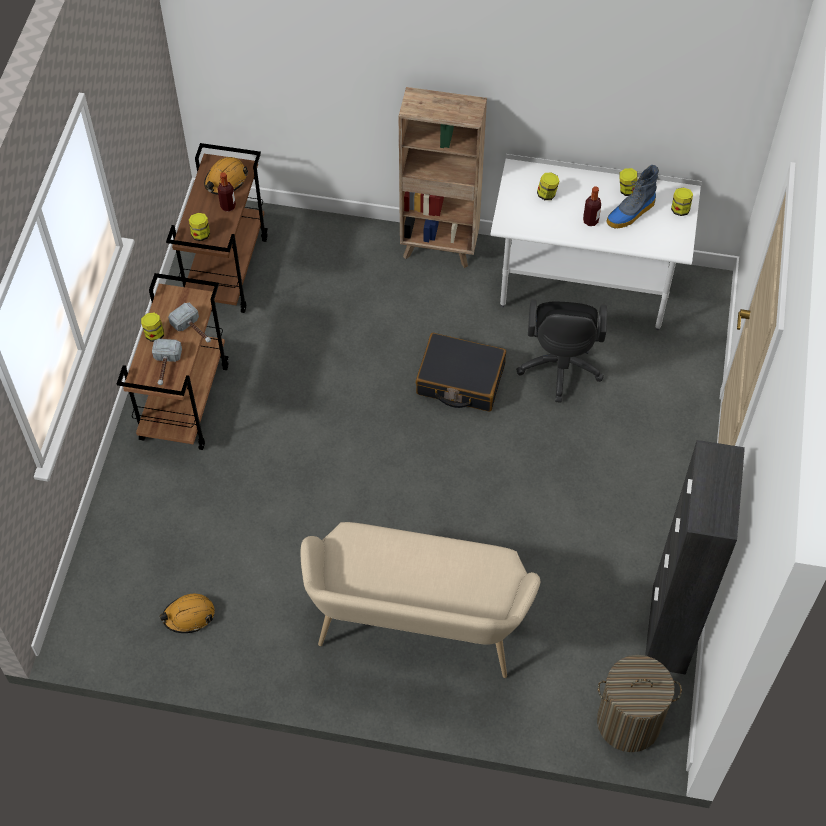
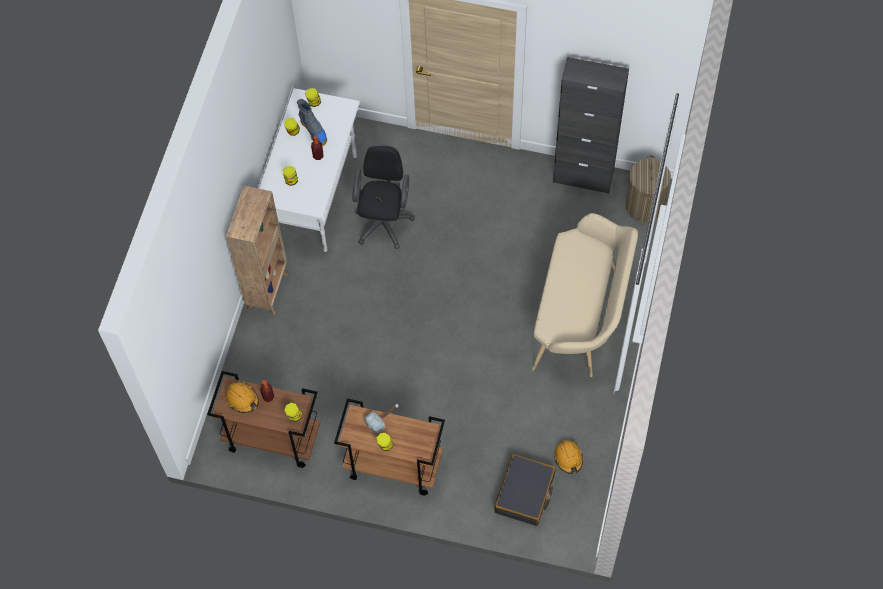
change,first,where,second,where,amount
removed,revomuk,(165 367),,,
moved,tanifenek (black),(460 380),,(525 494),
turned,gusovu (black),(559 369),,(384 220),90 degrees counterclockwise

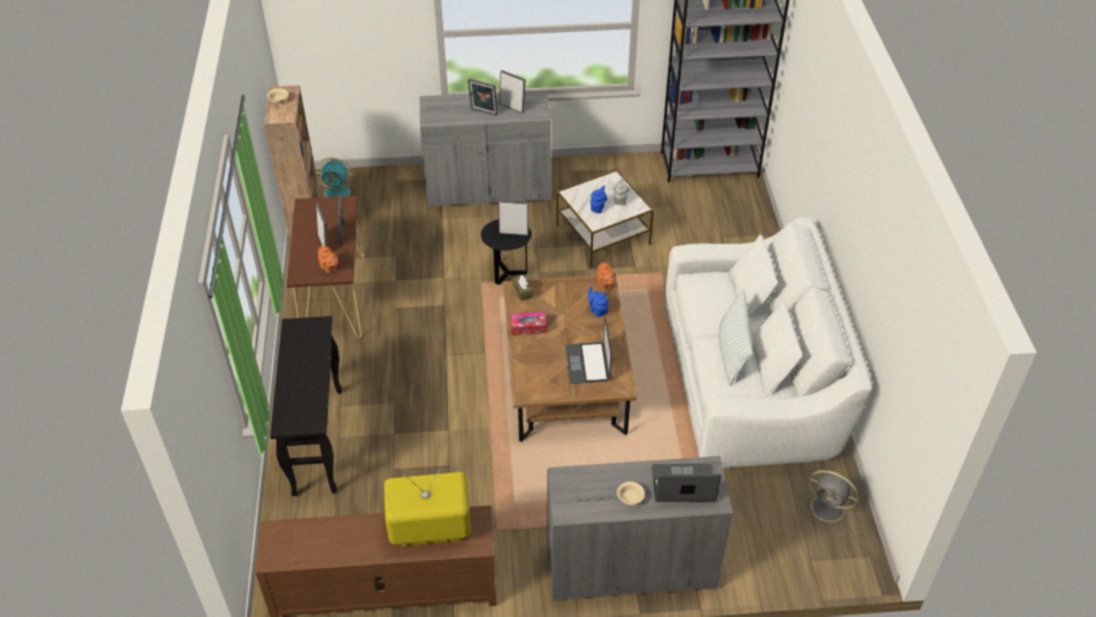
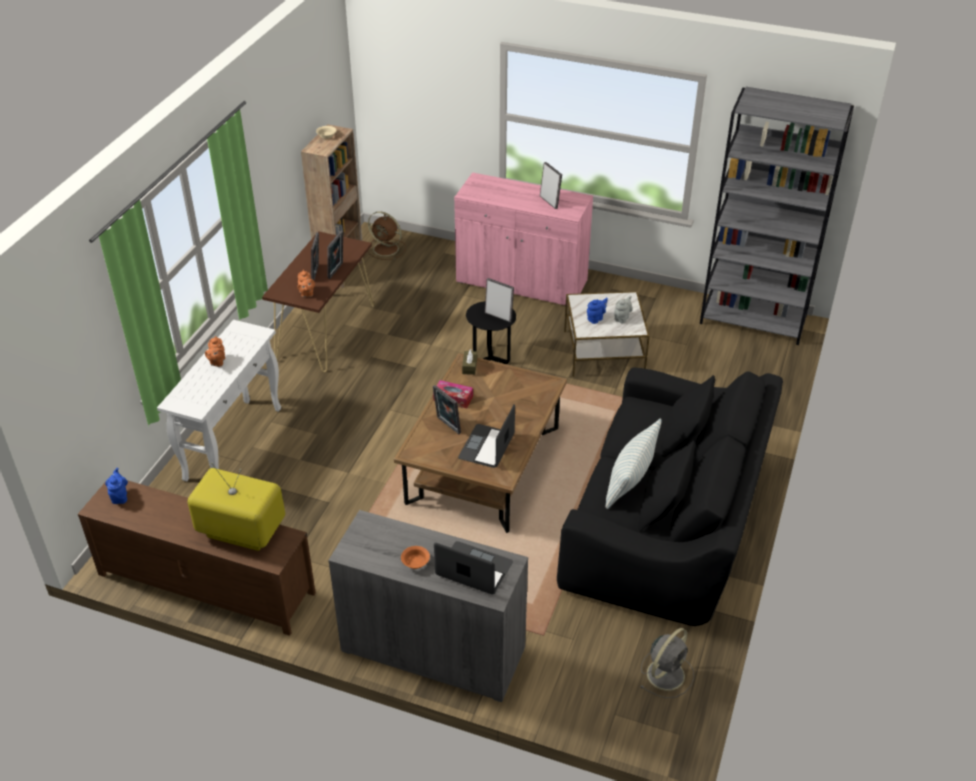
change,first,where,second,where,amount
recoloured,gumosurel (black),(317 440),gumosurel (white),(233 443),
recoloured,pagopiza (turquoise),(338 193),pagopiza (brown),(387 249),
recoloured,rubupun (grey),(488 189),rubupun (pink),(521 282),
moved,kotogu,(483 112),,(447 426),
moved,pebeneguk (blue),(597 310),,(119 496),
moved,pebeneguk (orange),(605 285),,(217 362),
recoloured,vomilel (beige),(630 498),vomilel (orange),(415 562),
recoloured,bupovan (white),(751 378),bupovan (black),(666 525),
turned,pagopiza (grey),(829 509),,(666 673),105 degrees counterclockwise

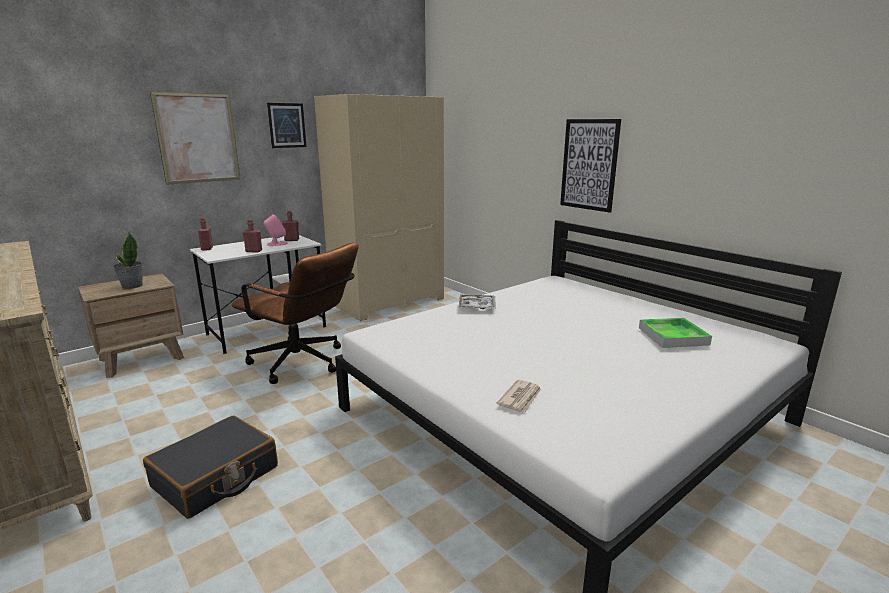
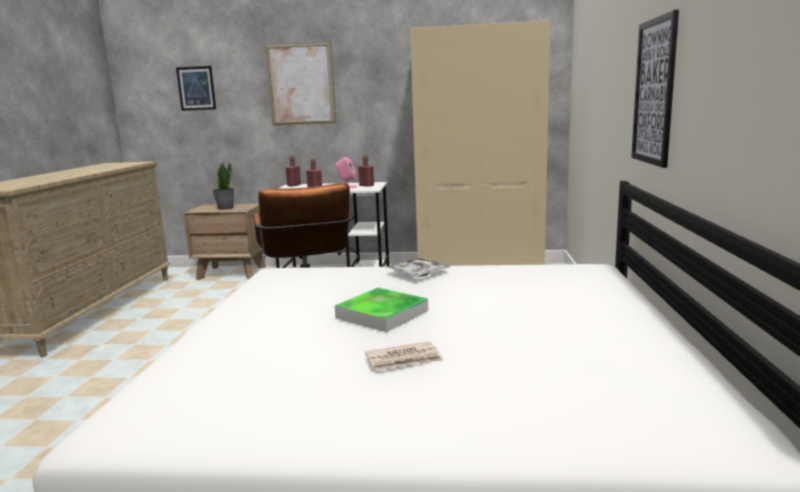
change,first,where,second,where,amount
removed,tanifenek (black),(216 477),,,
moved,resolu,(287 125),,(196 88),
moved,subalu,(521 398),,(404 360),
moved,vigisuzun,(673 336),,(382 314),

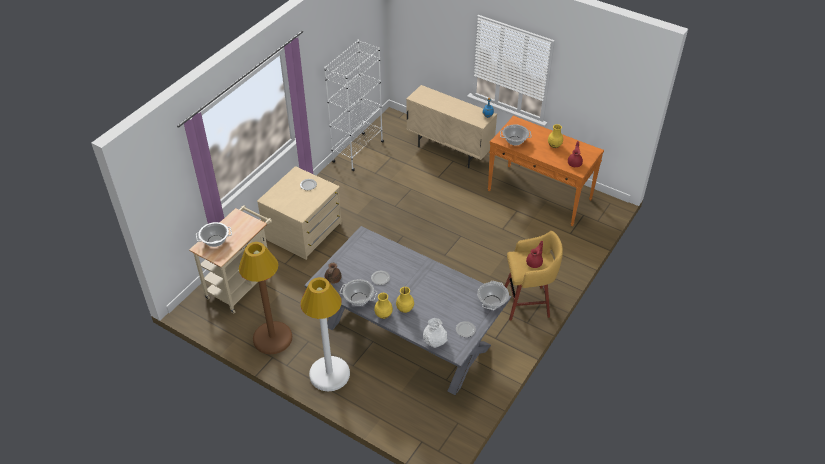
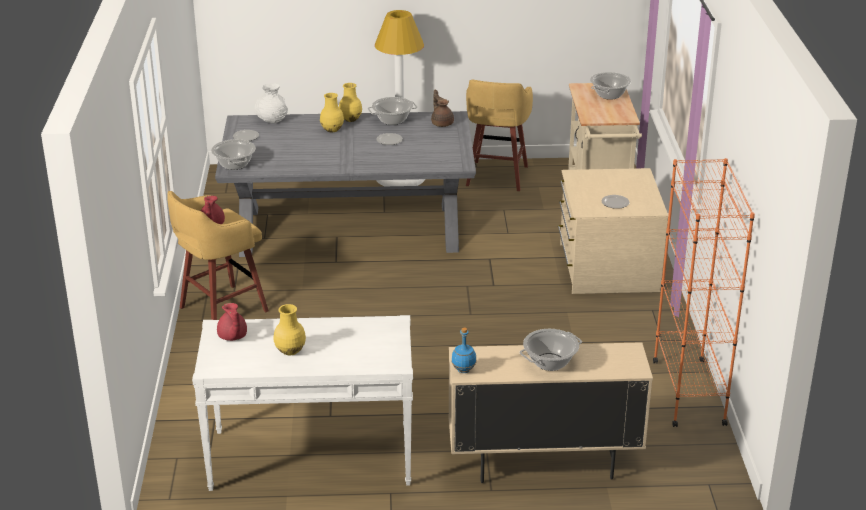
change,first,where,second,where,amount
replaced,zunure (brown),(272 338),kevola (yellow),(496 177),
recoloured,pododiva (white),(358 152),pododiva (orange),(688 392),
recoloured,gumosurel (orange),(540 195),gumosurel (white),(310 458),
moved,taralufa,(514 141),,(550 362),

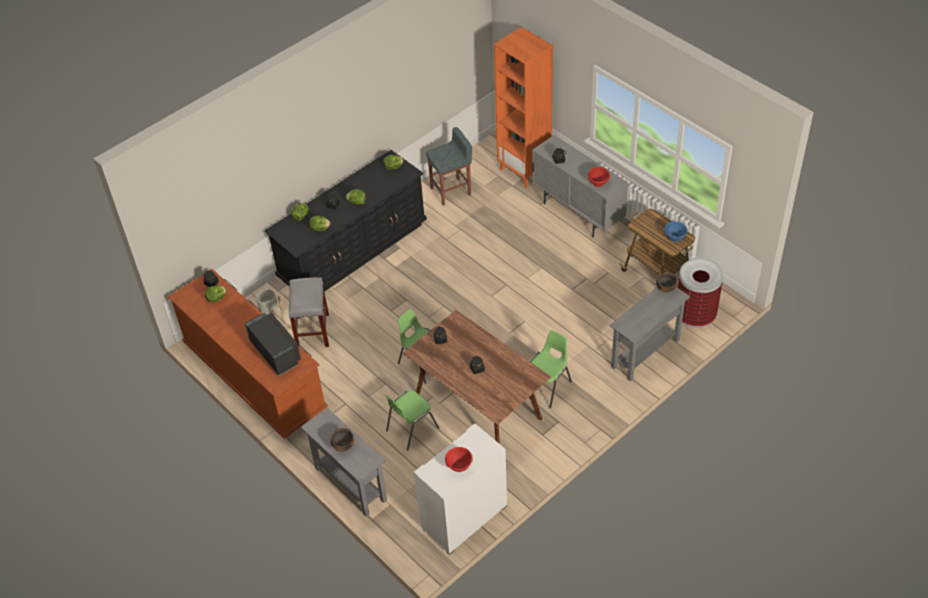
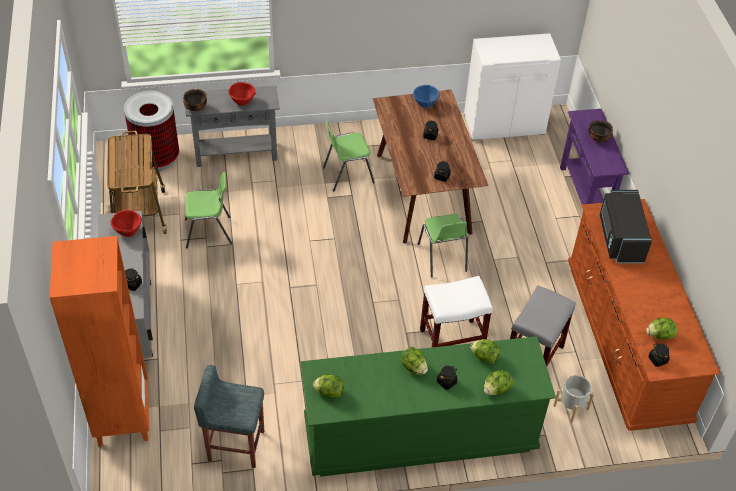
change,first,where,second,where,amount
recoloured,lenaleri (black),(353 250),lenaleri (green),(420 434),
recoloured,gumosurel (grey),(350 484),gumosurel (purple),(584 194),
moved,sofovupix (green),(411 429),,(209 232),
moved,vomilel (red),(459 466),,(242 101),
moved,vomilel (blue),(674 238),,(425 104),
added,,,kevola (white),(452 340),

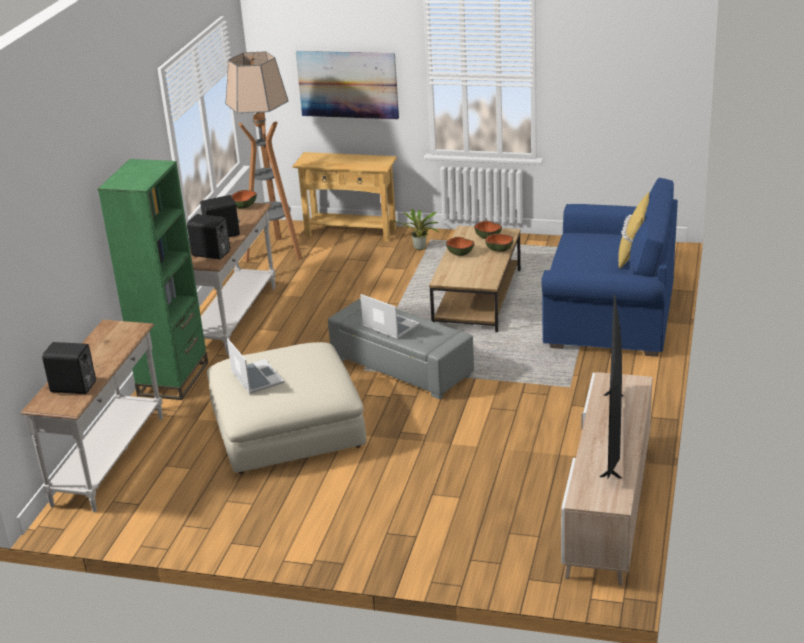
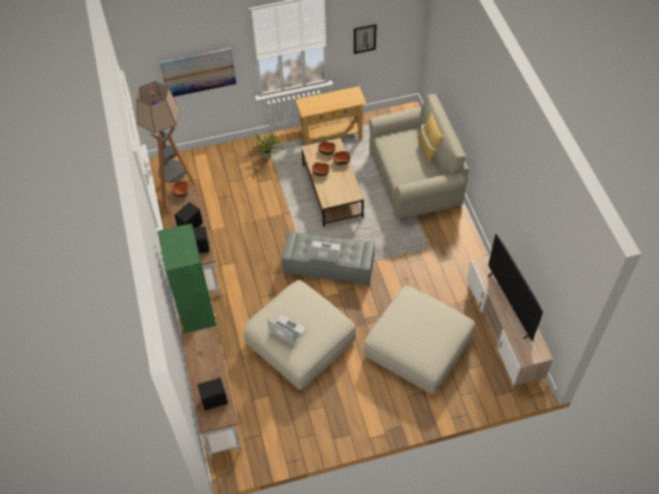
change,first,where,second,where,amount
moved,gumosurel (beige),(350 232),,(331 138),
recoloured,bupovan (blue),(610 314),bupovan (beige),(414 180),
added,,,resolu,(364 38),
added,,,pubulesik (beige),(418 347),

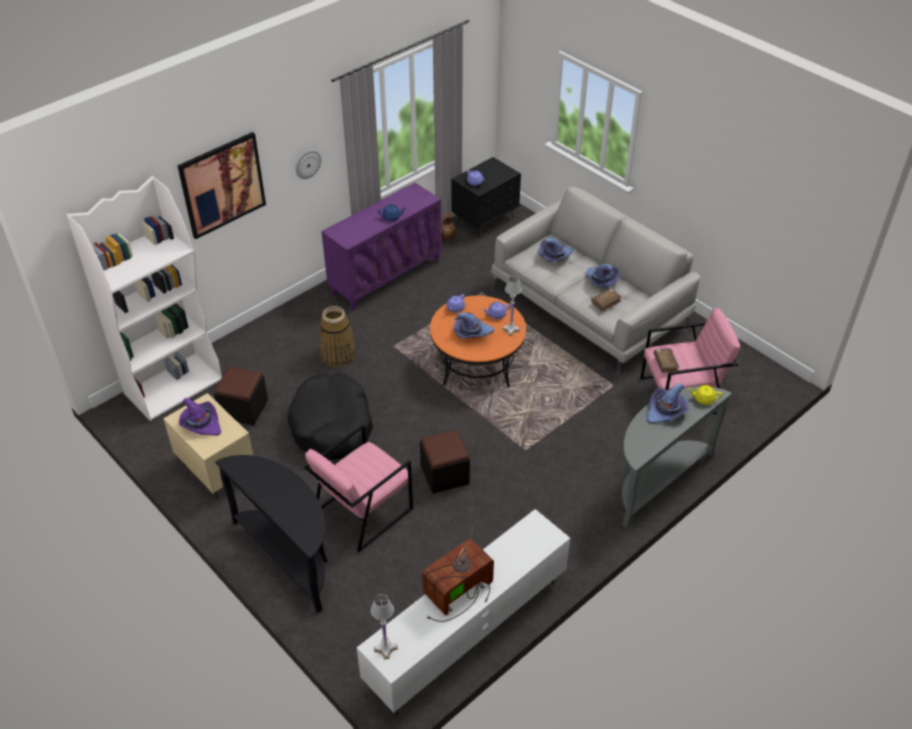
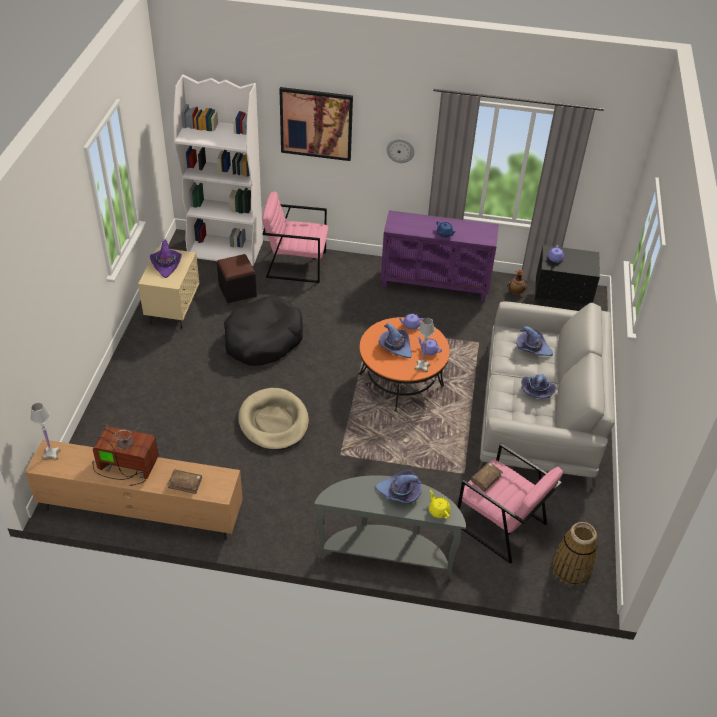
change,first,where,second,where,amount
removed,gumosurel (black),(290 555),,,
moved,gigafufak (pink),(362 510),,(296 264),
moved,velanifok,(338 355),,(571 568),
recoloured,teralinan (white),(467 632),teralinan (brown),(141 511),
replaced,pubulesik (black),(444 474),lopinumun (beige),(274 422),
moved,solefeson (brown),(605 302),,(185 484),

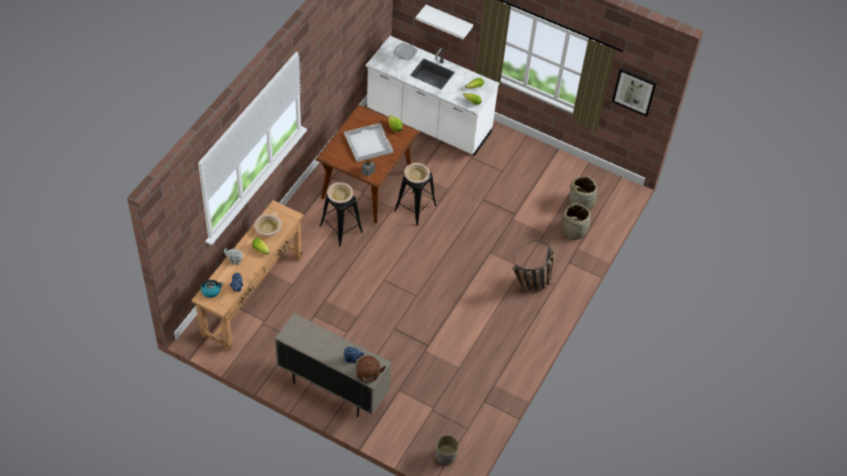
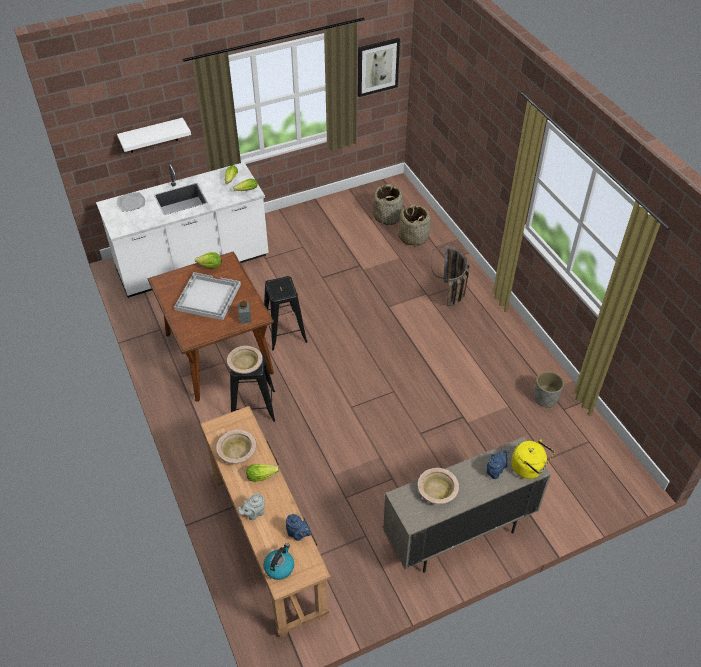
change,first,where,second,where,amount
recoloured,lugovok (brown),(368 375),lugovok (yellow),(529 468),
moved,vomilel (beige),(416 176),,(437 490),
moved,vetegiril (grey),(445 456),,(545 398),

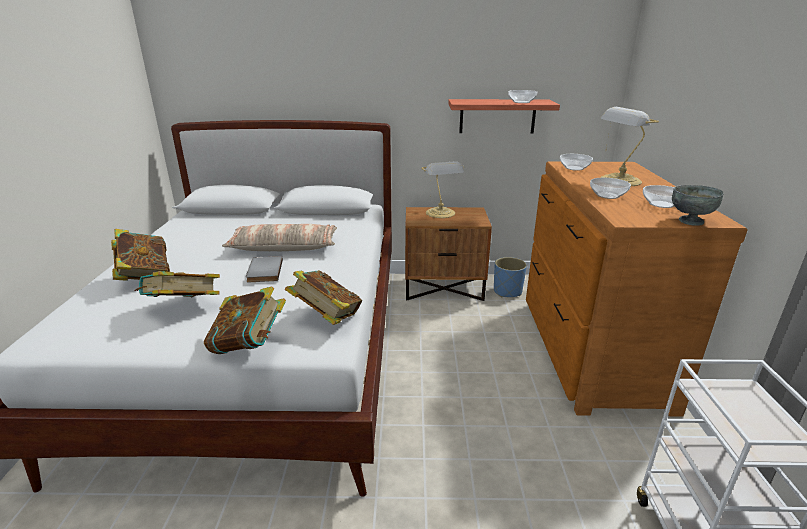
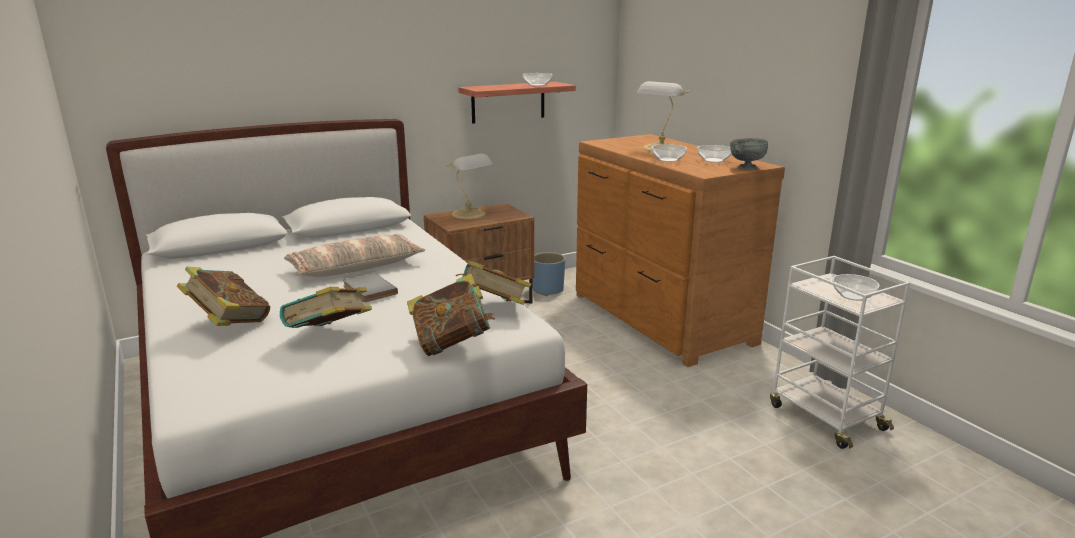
change,first,where,second,where,amount
moved,vomilel,(574 168),,(852 296),

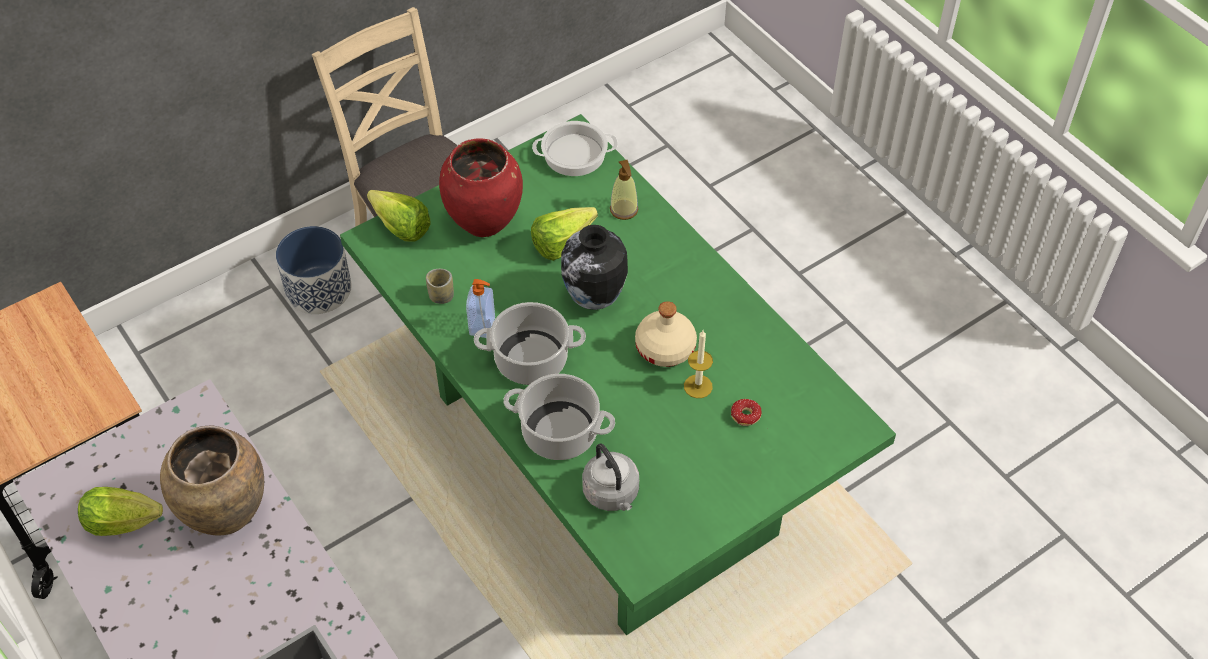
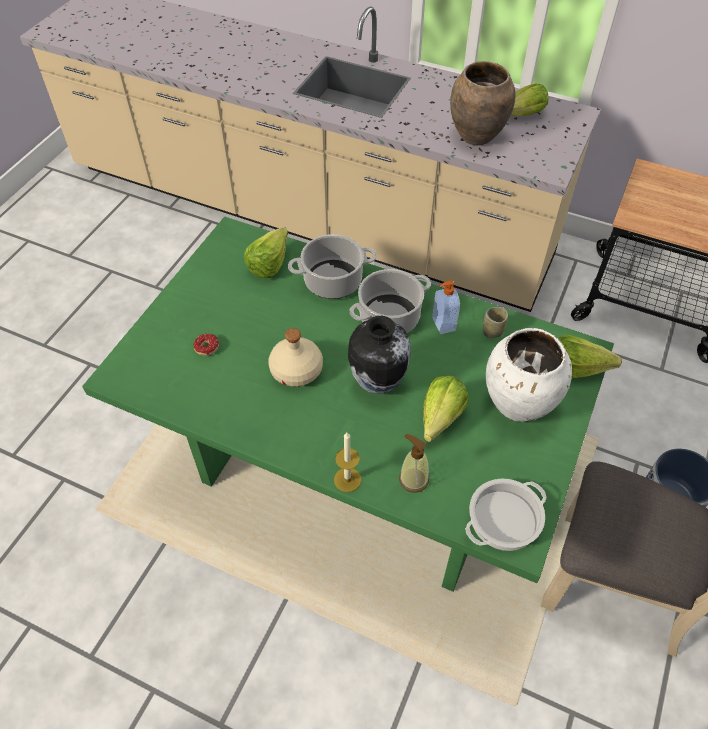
change,first,where,second,where,amount
recoloured,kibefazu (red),(484 222),kibefazu (white),(518 407),
replaced,lugovok (grey),(612 494),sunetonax,(273 262),
moved,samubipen,(698 386),,(347 479),

